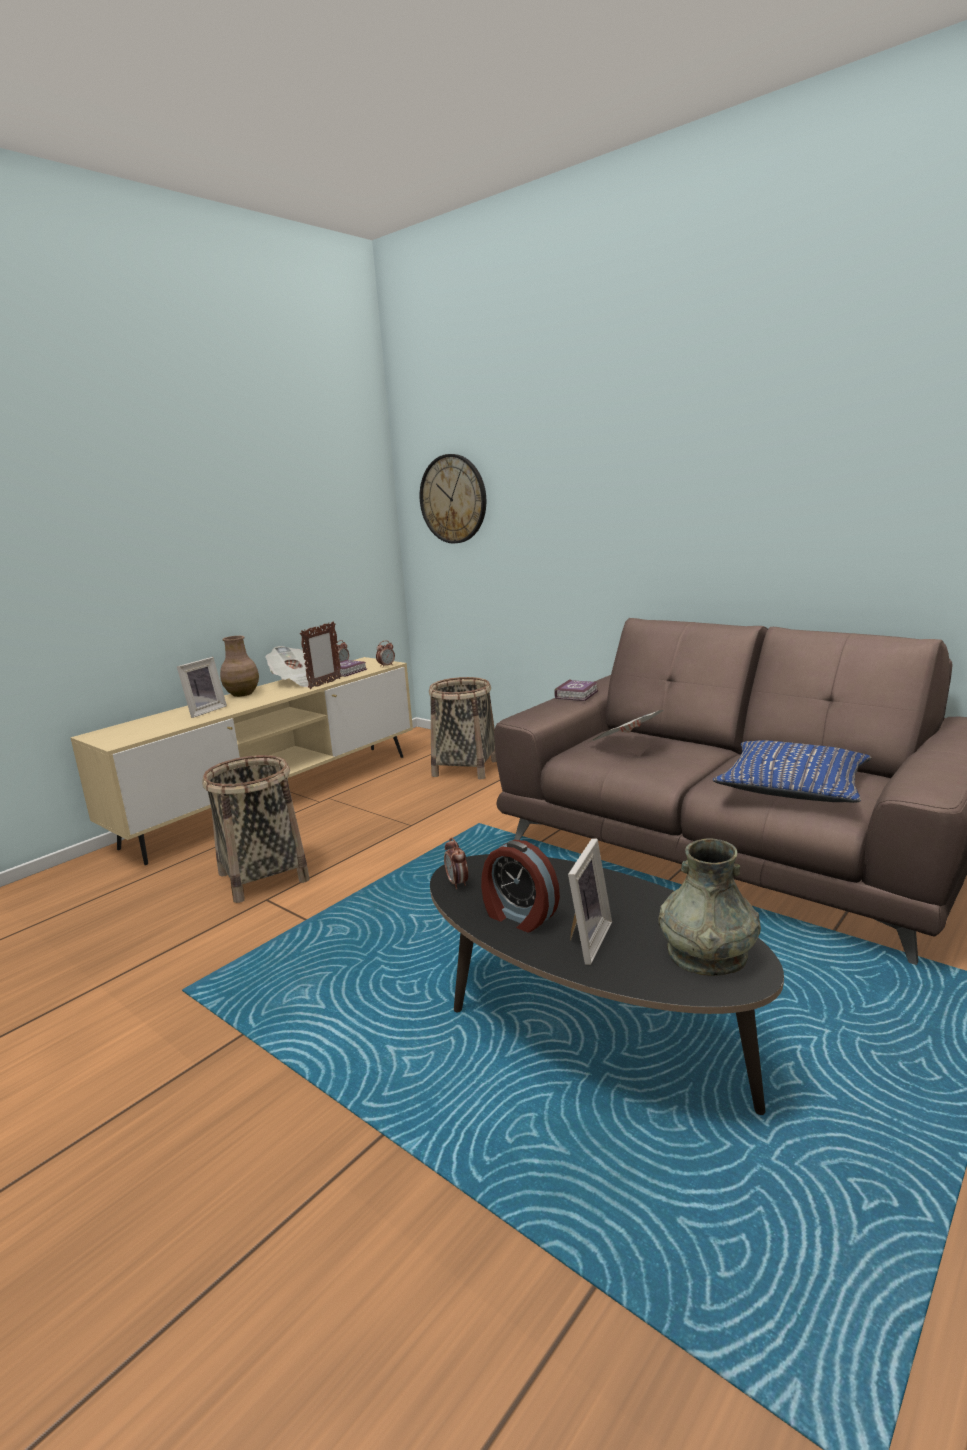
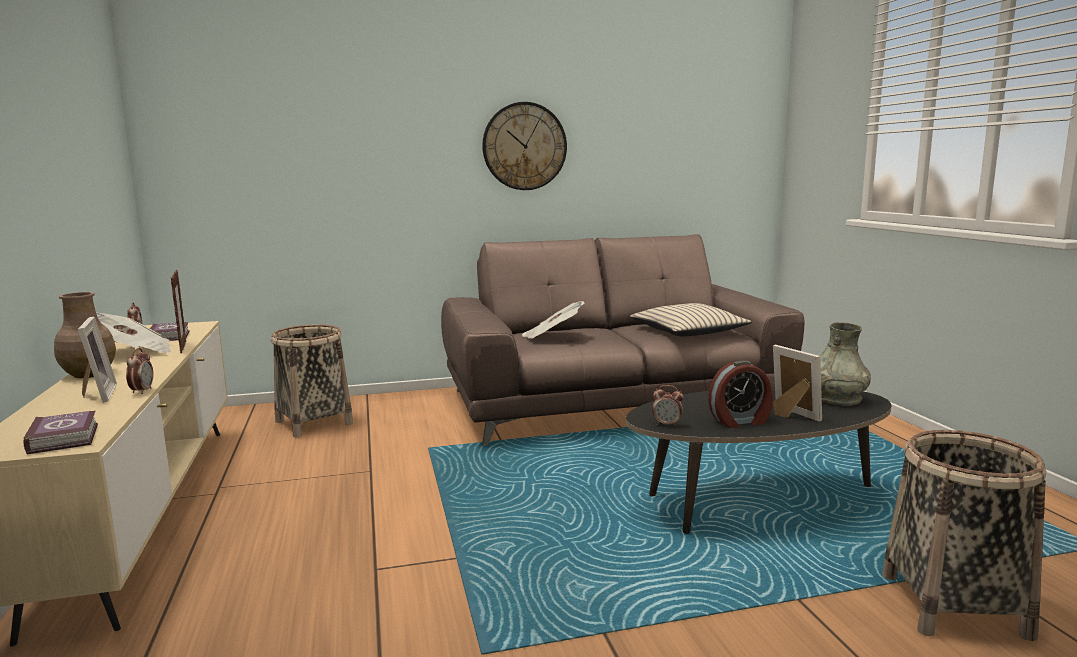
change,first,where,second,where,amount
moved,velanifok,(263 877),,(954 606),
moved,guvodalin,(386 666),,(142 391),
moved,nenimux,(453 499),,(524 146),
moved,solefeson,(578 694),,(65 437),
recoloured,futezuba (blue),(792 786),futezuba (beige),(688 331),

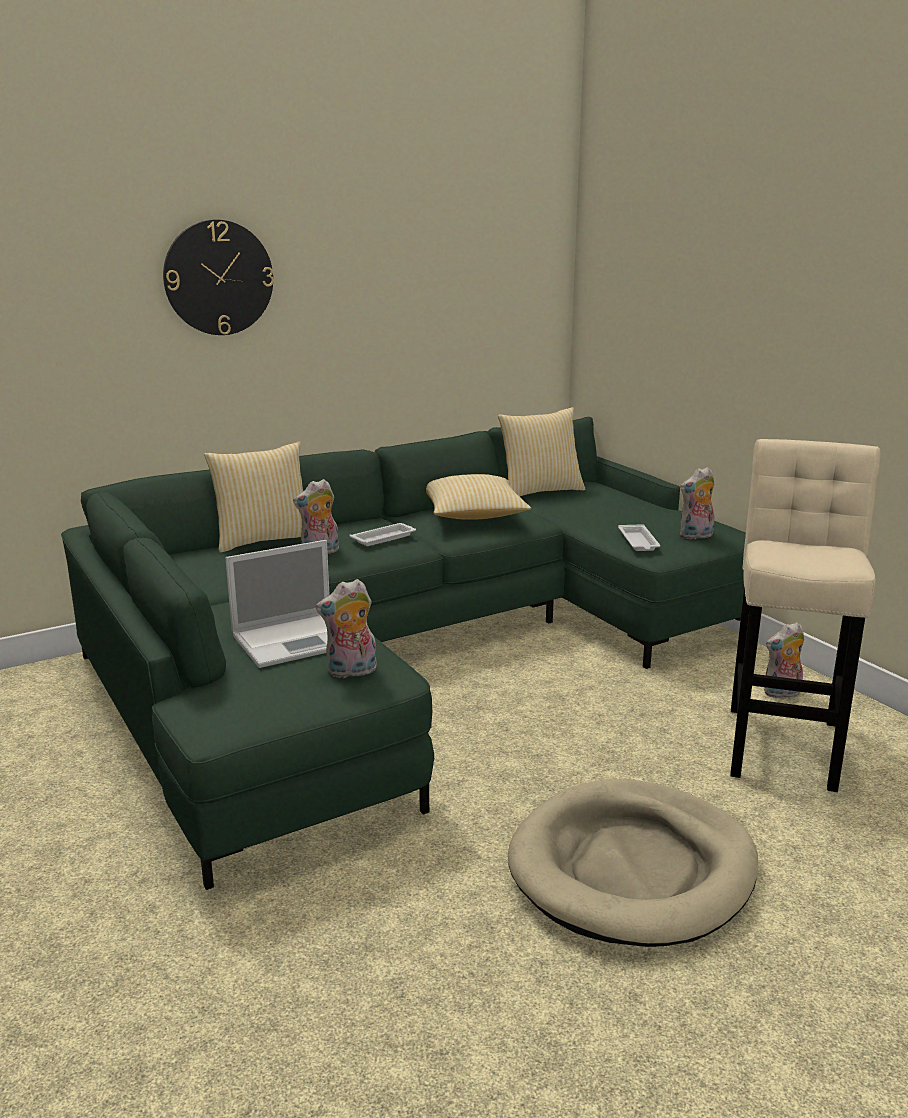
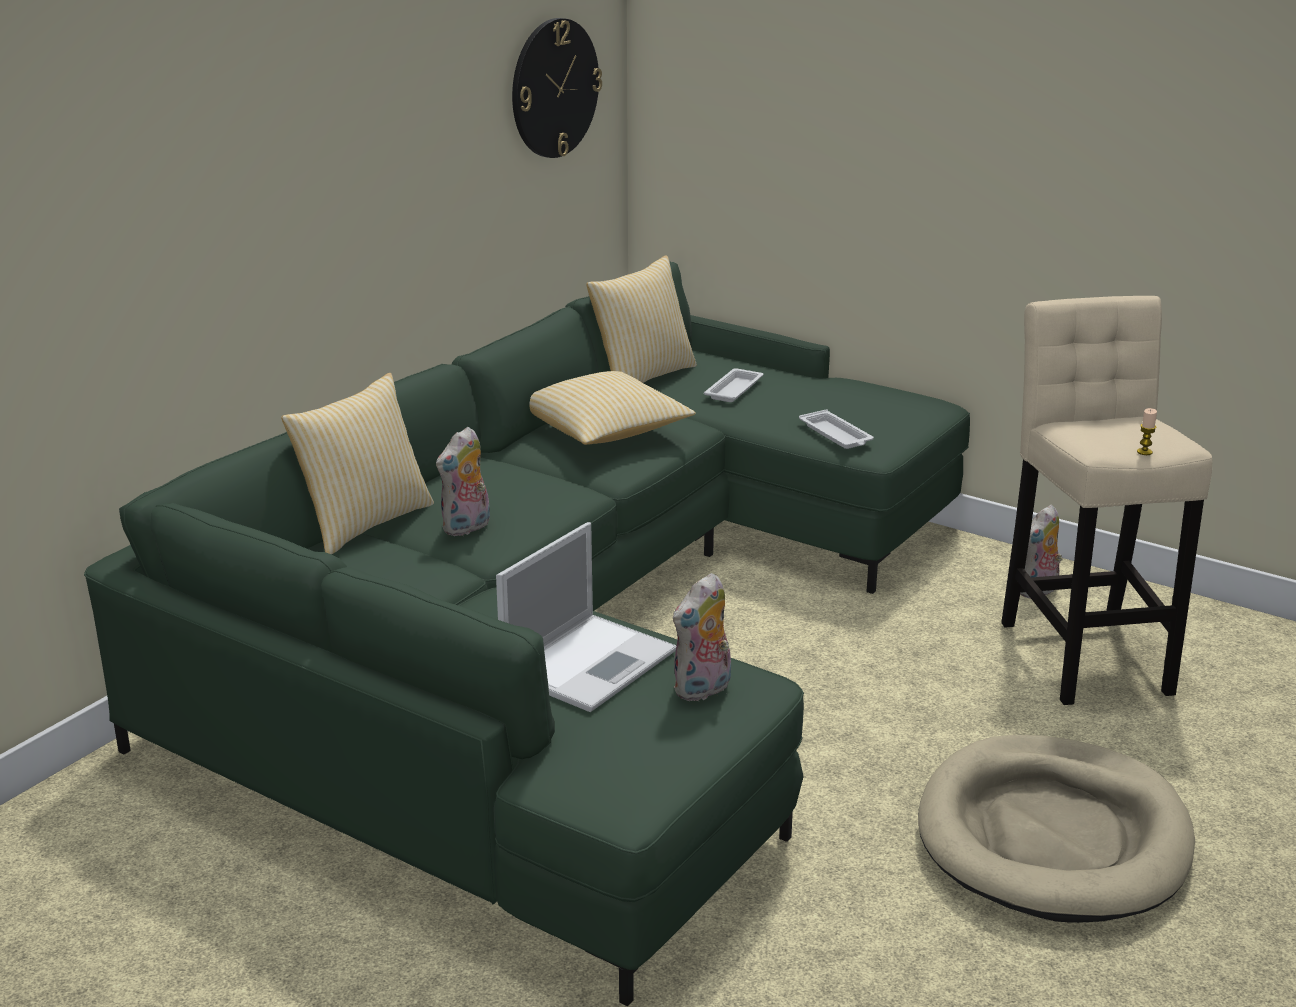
change,first,where,second,where,amount
moved,nenimux,(218 278),,(554 88),
moved,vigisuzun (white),(384 538),,(734 389),
removed,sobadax,(696 536),,,
added,,,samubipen,(1144 452),

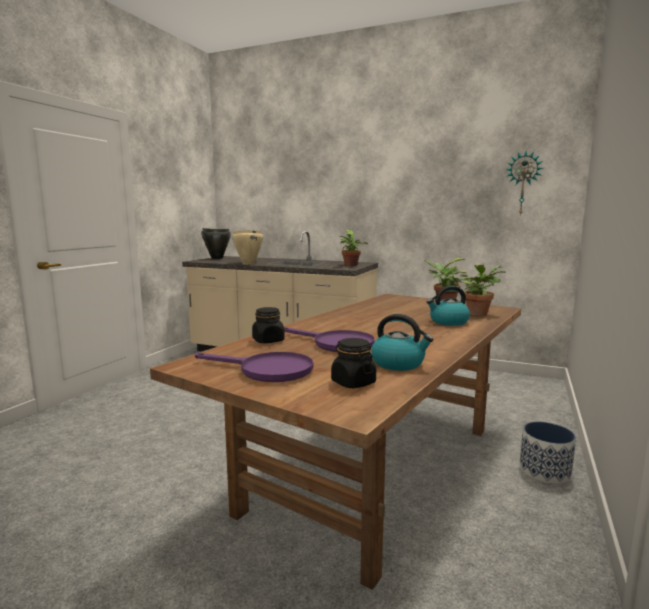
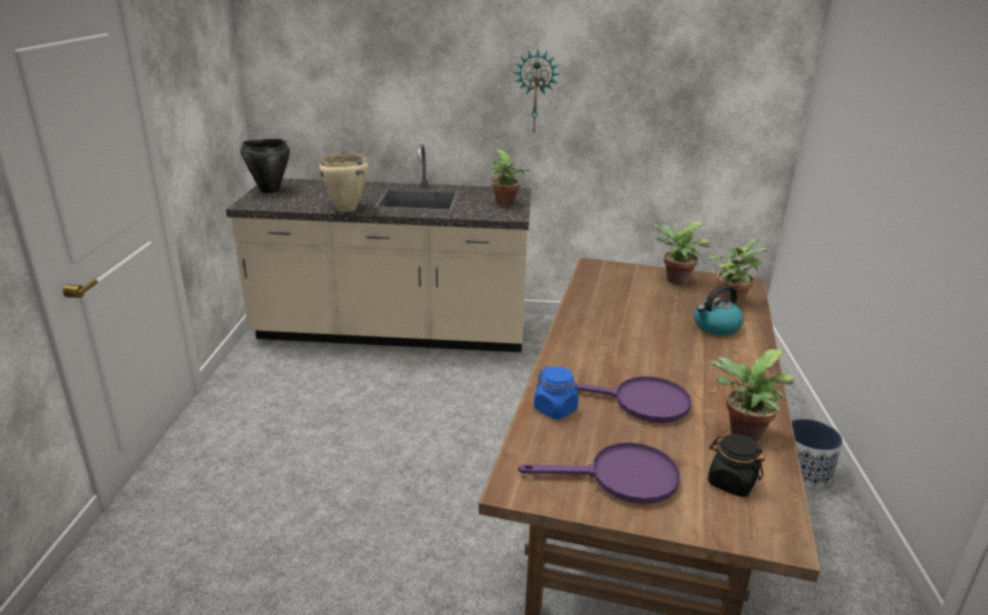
change,first,where,second,where,amount
recoloured,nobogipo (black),(268 340),nobogipo (blue),(555 409),
replaced,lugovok,(398 364),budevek,(742 434),
moved,nenimux,(523 183),,(535 92),

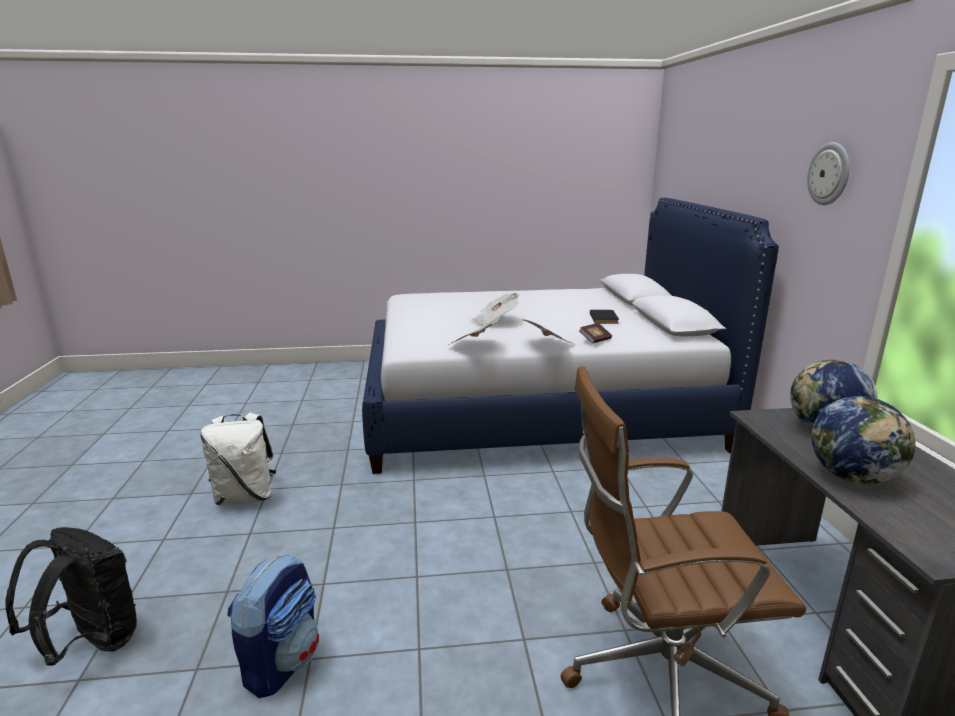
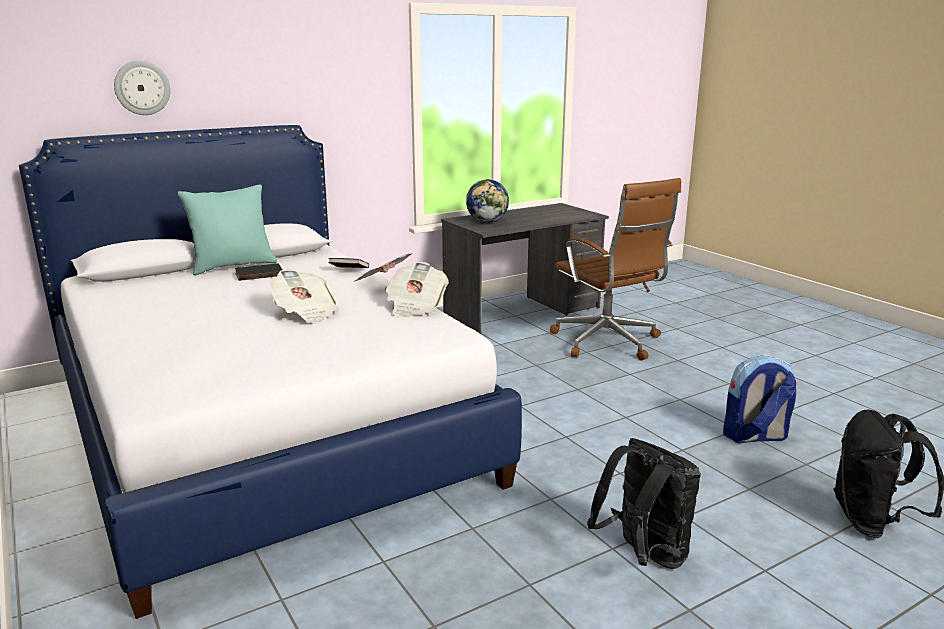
change,first,where,second,where,amount
recoloured,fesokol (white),(245 497),fesokol (black),(643 556),
moved,nenimux,(829 174),,(142 88),
removed,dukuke,(852 477),,,
added,,,futezuba (turquoise),(233 266),

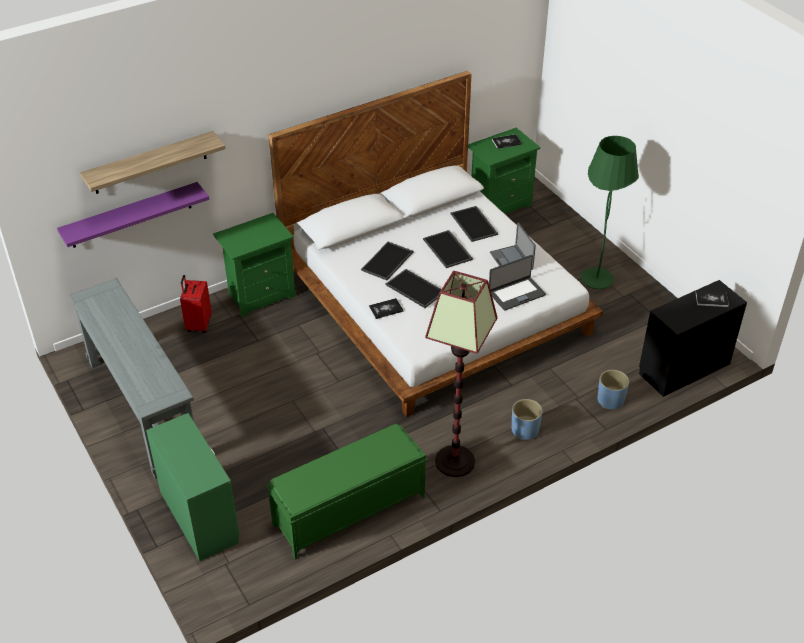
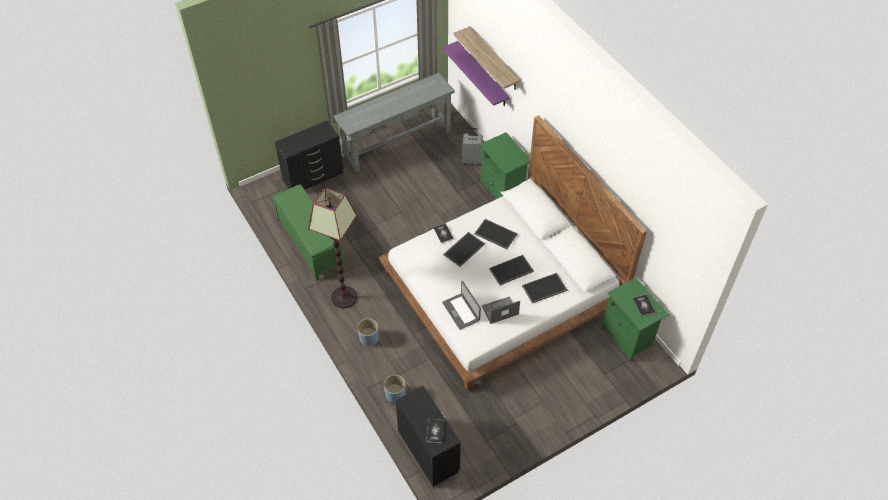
change,first,where,second,where,amount
recoloured,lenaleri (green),(200 515),lenaleri (black),(313 176),
recoloured,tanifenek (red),(198 324),tanifenek (grey),(472 160),
removed,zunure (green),(596 280),,,

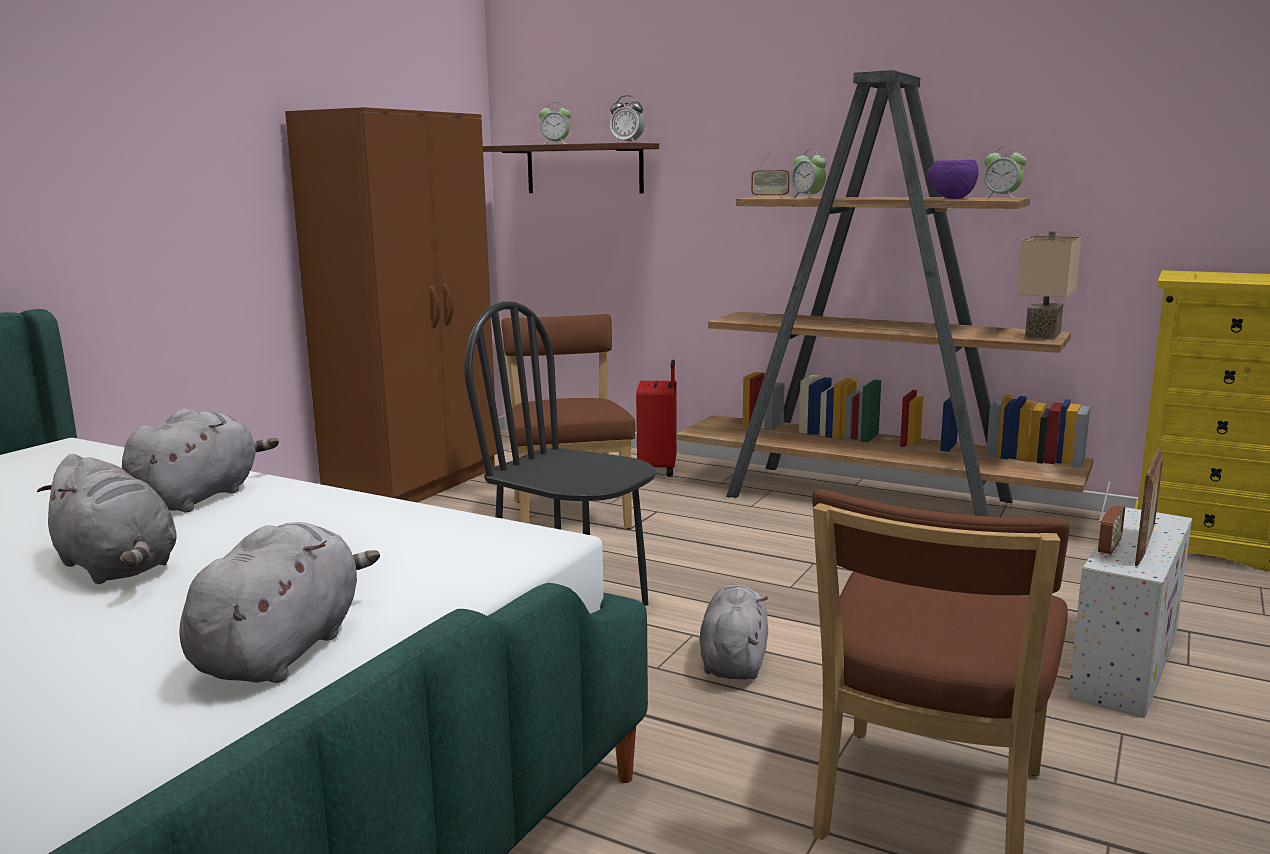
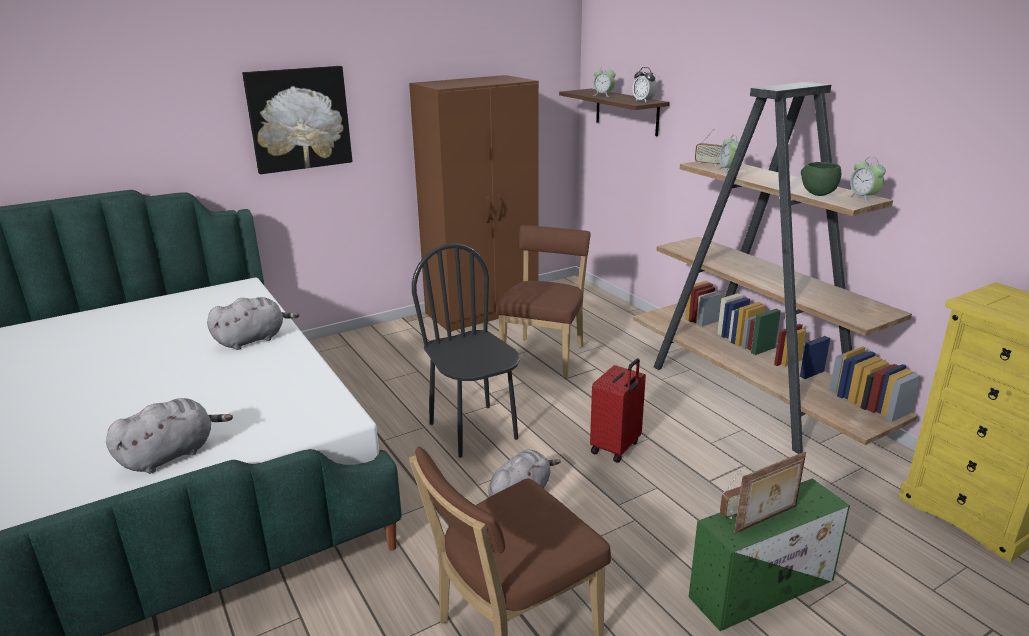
change,first,where,second,where,amount
removed,sobadax (grey),(118 568),,,
moved,tanifenek (red),(659 469),,(616 448),
recoloured,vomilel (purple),(952 198),vomilel (green),(817 194),
removed,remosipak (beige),(1040 335),,,
recoloured,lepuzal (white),(1125 663),lepuzal (green),(763 587),
added,,,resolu,(299 119),

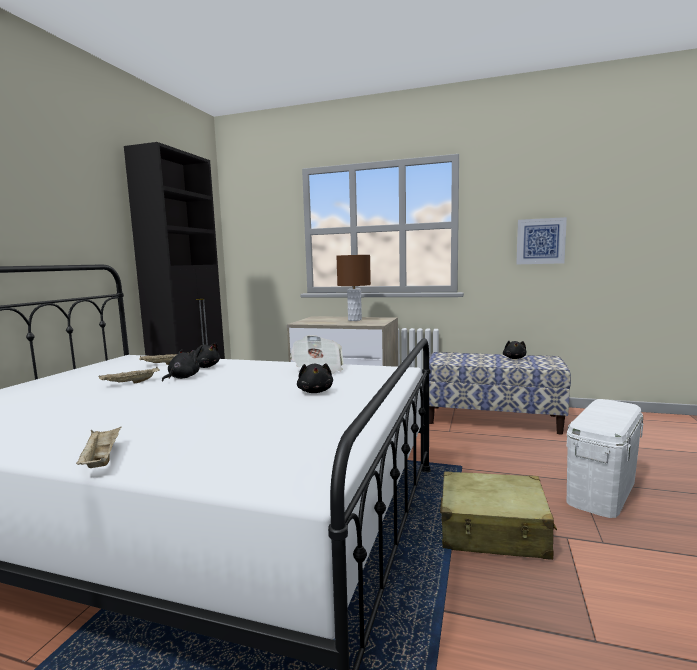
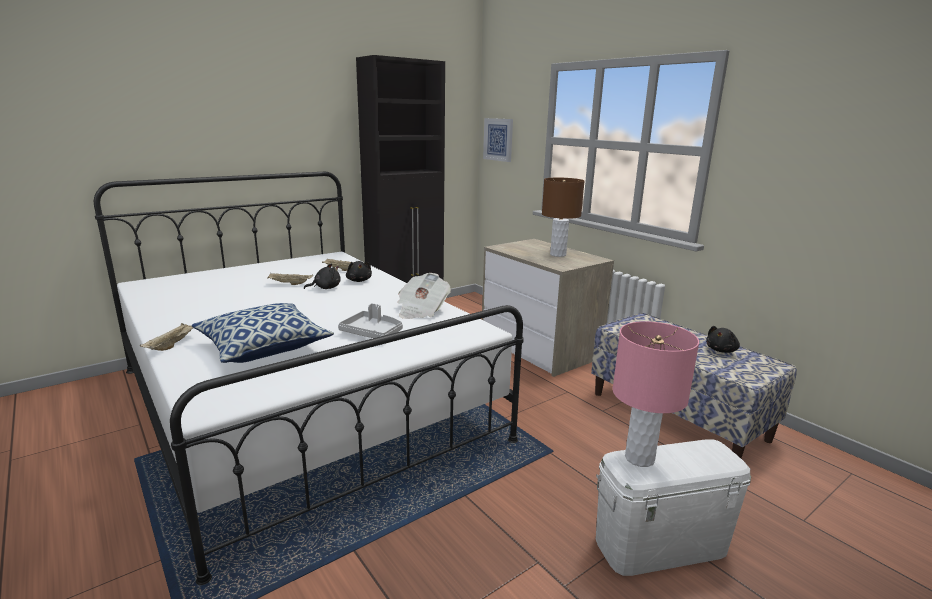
change,first,where,second,where,amount
replaced,sobadax (black),(315 391),vigisuzun (grey),(372 333),
removed,tanifenek (beige),(493 530),,,
moved,resolu,(540 241),,(498 139),
added,,,futezuba,(264 347),
added,,,remosipak (pink),(639 458),

